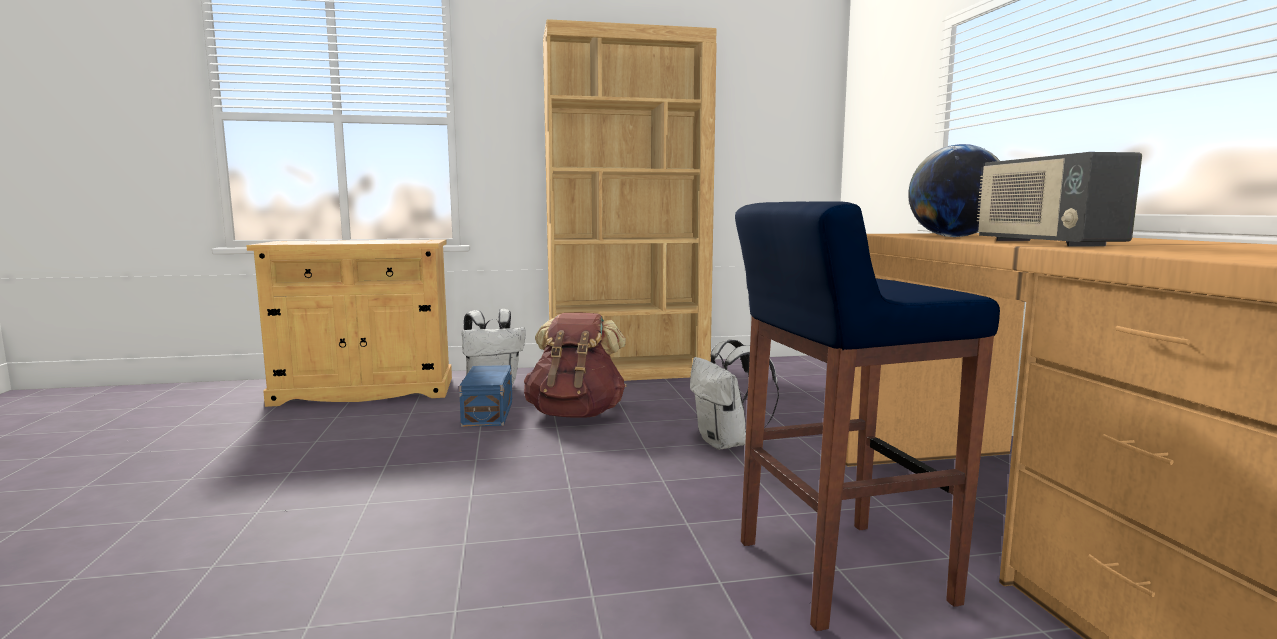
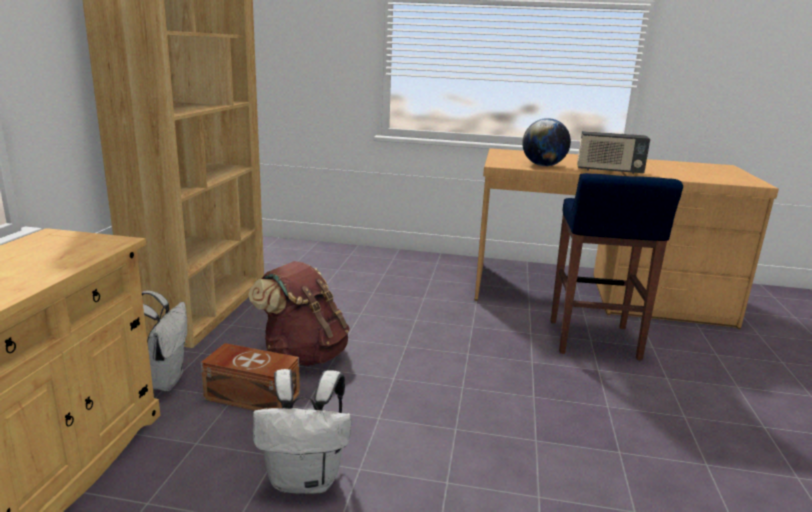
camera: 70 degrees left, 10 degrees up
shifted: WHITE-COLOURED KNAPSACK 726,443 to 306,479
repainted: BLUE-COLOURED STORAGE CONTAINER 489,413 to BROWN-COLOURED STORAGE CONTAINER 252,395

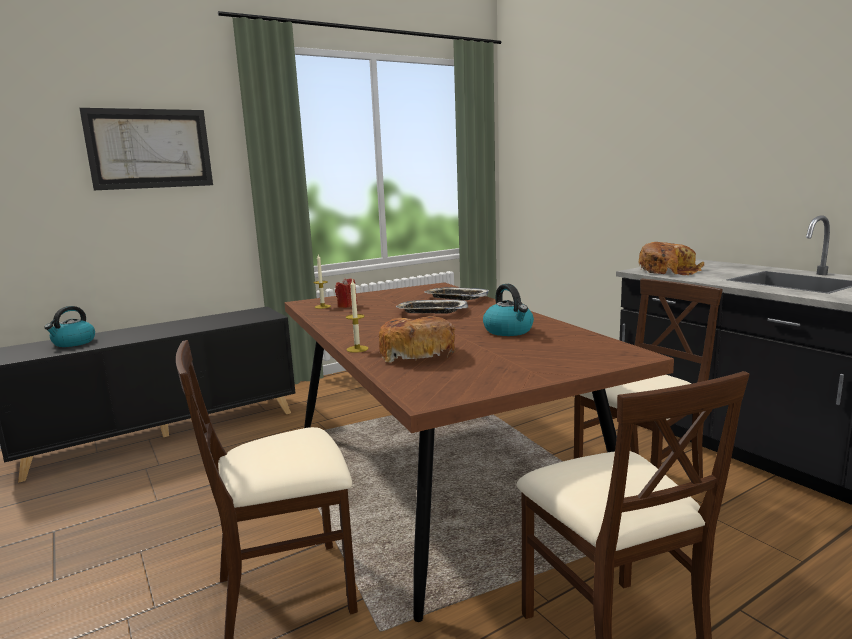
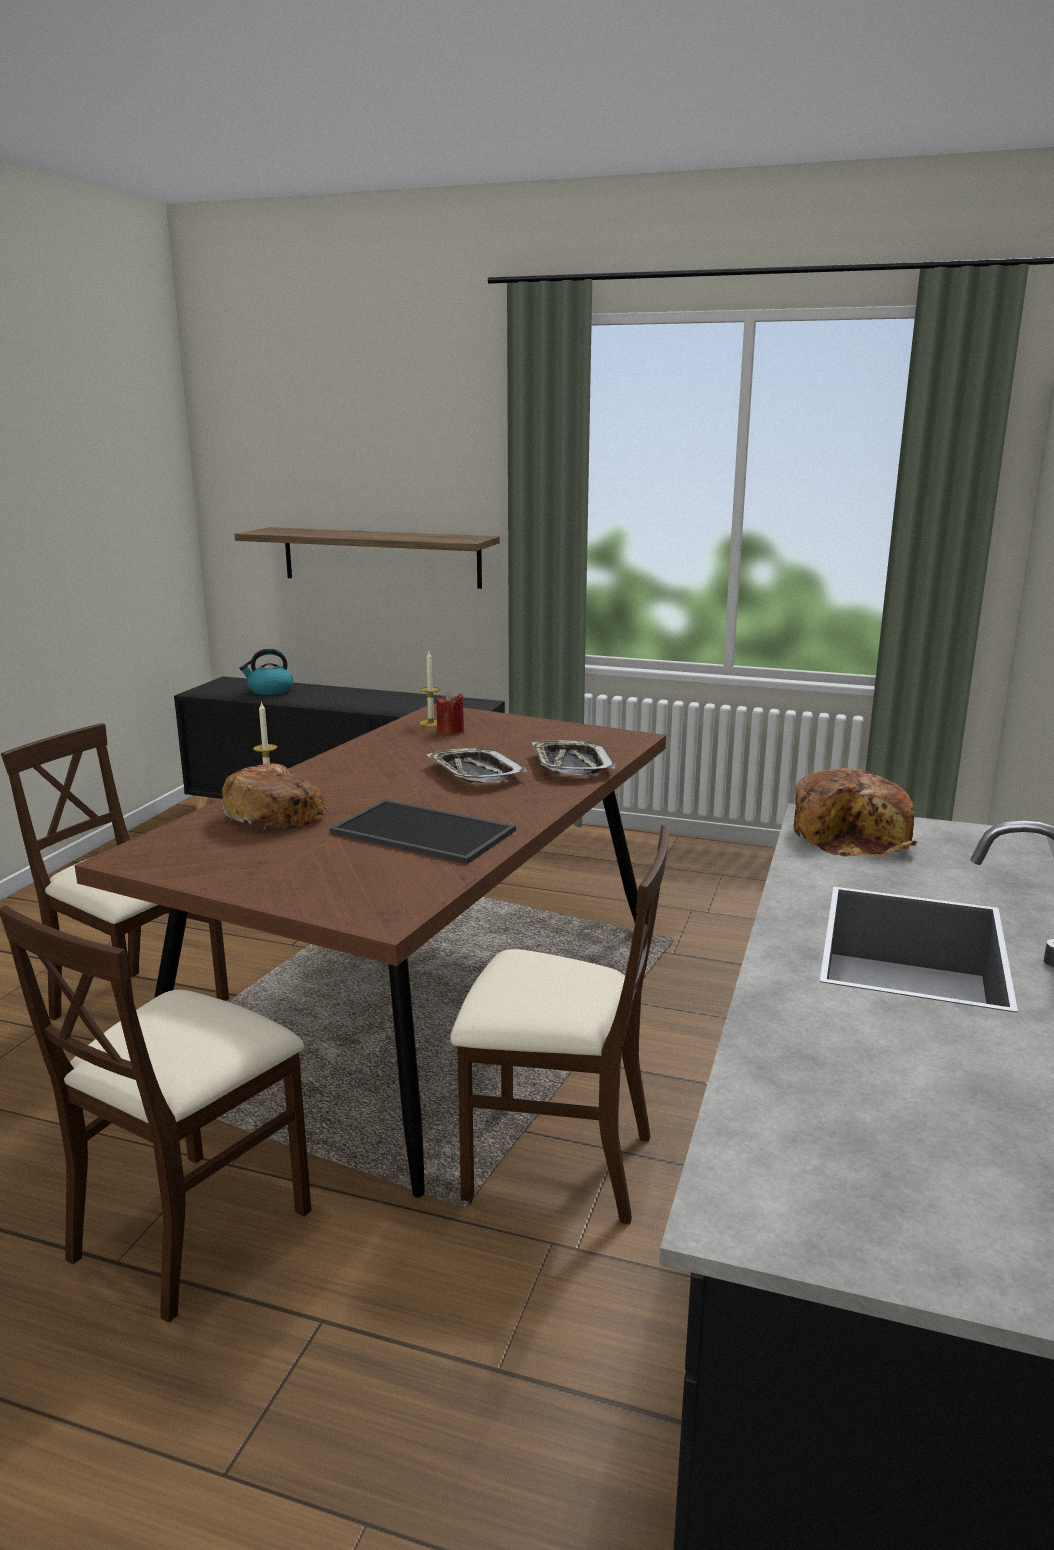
camera: 50 degrees right, 5 degrees up
gone: WALL PICTURE 150,149
new: BRACKET SHELF 381,557
swapped: KETTLE 509,331 to TRAY 426,831

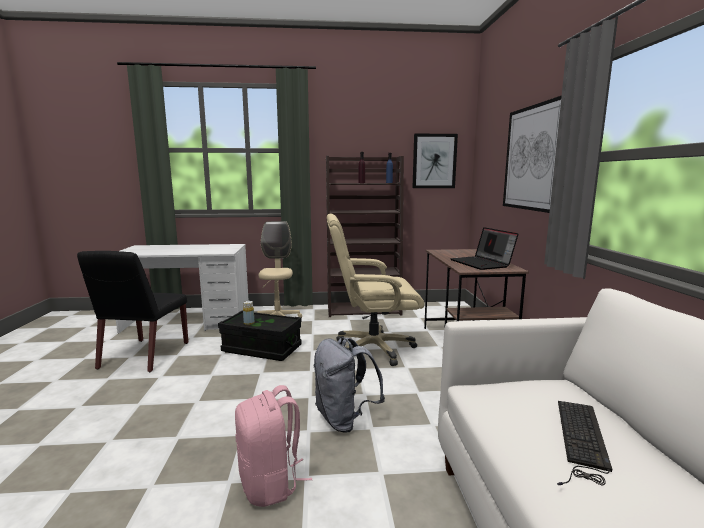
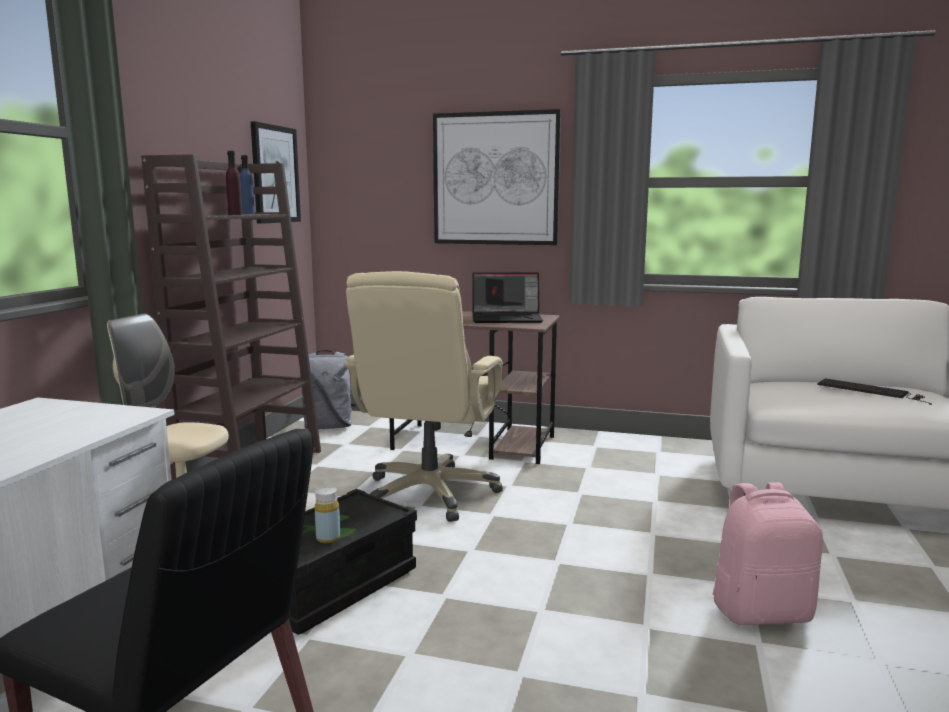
camera: 70 degrees left, 0 degrees up
shifted: GREYISH KNAPSACK 344,419 to 328,427

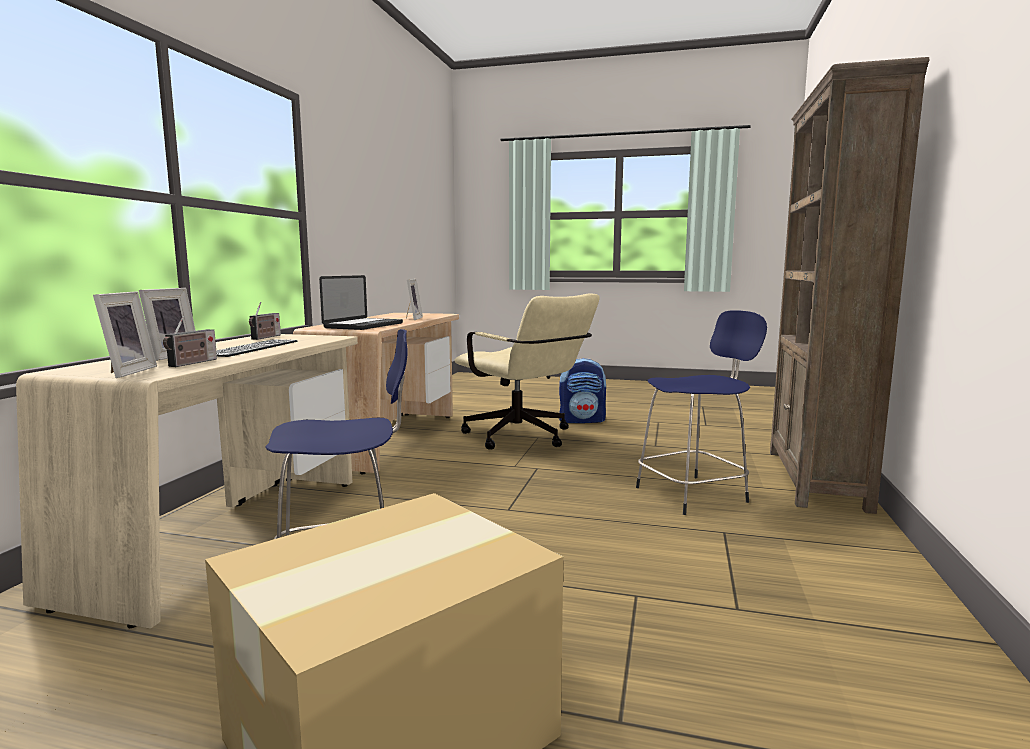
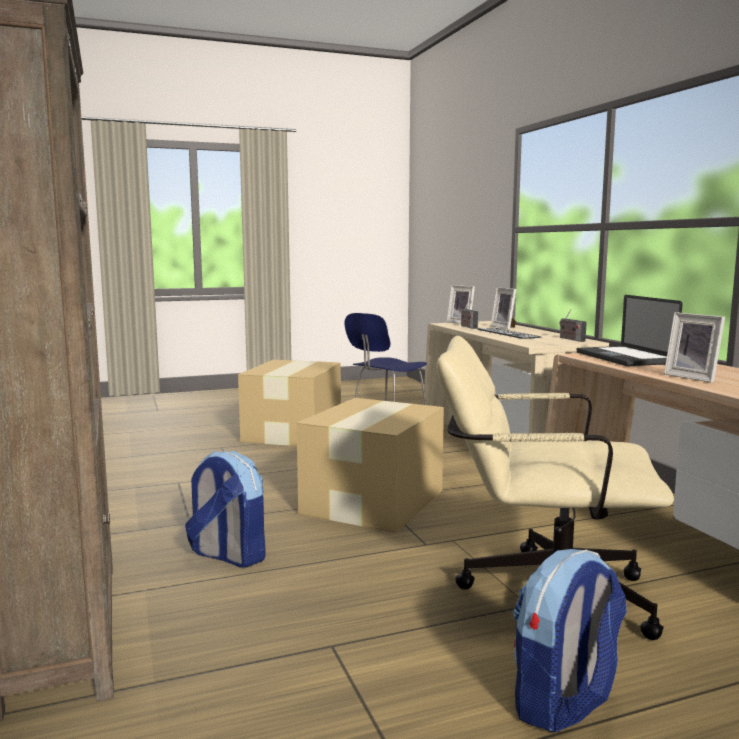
camera: 145 degrees right, 0 degrees up
new: PACKING BOX 375,501
swapped: BLUE-COLOURED SITTING STOOL 694,494 to KNAPSACK 228,556

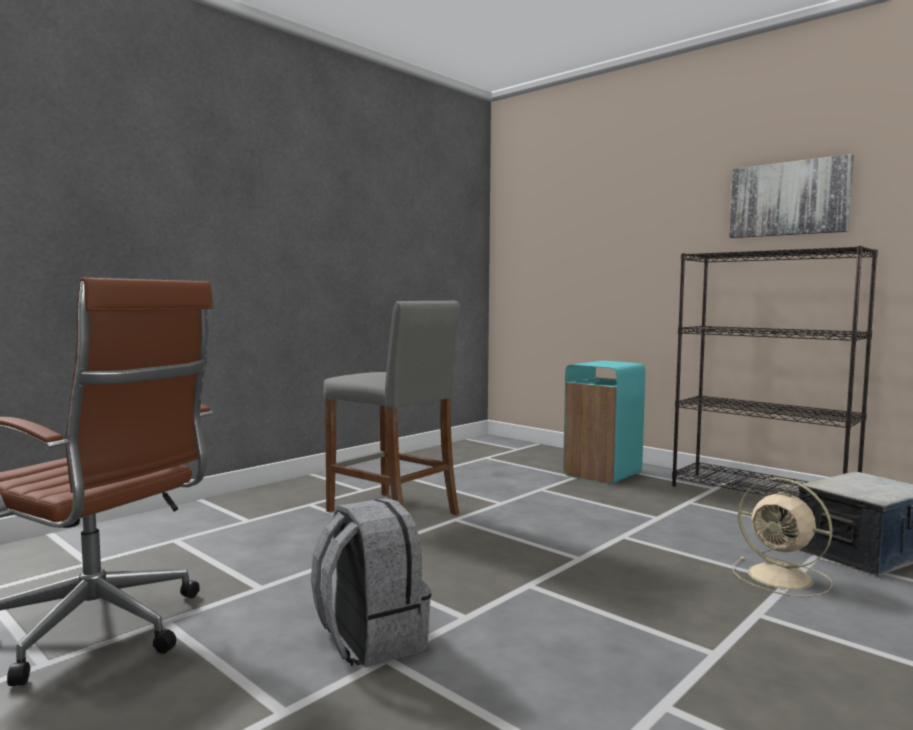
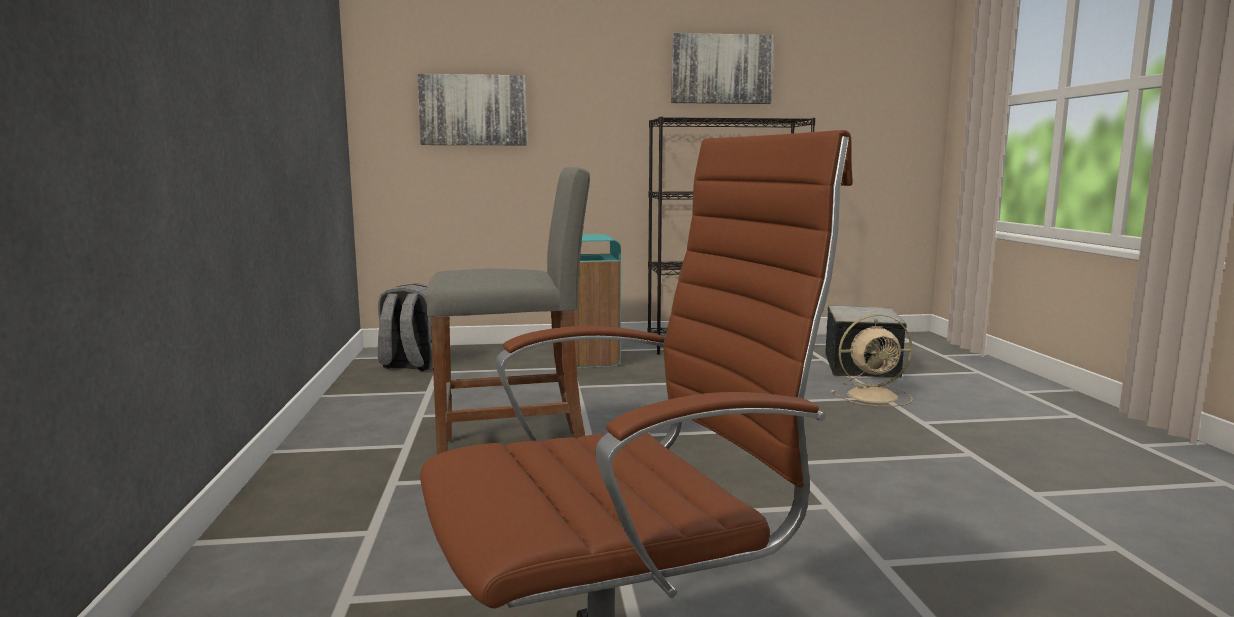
camera: 50 degrees left, 5 degrees up
new: WALL PICTURE 473,110
shifted: GREYISH KNAPSACK 369,640 to 412,365

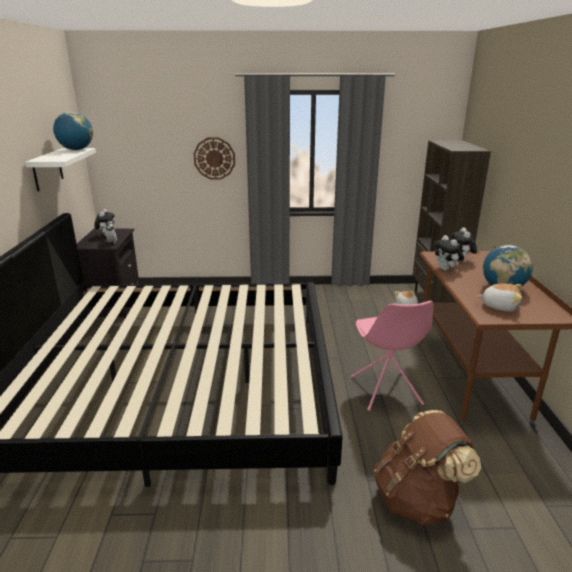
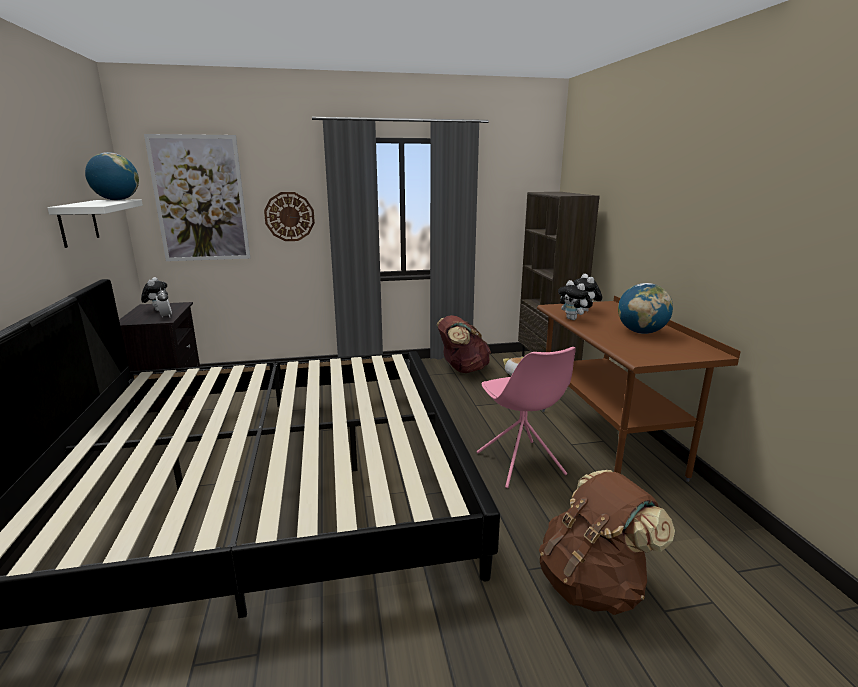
camera: 10 degrees left, 5 degrees down
gone: CUDDLY TOY 499,306
new: WALL PICTURE 200,199; BROWN-COLOURED KNAPSACK 462,369

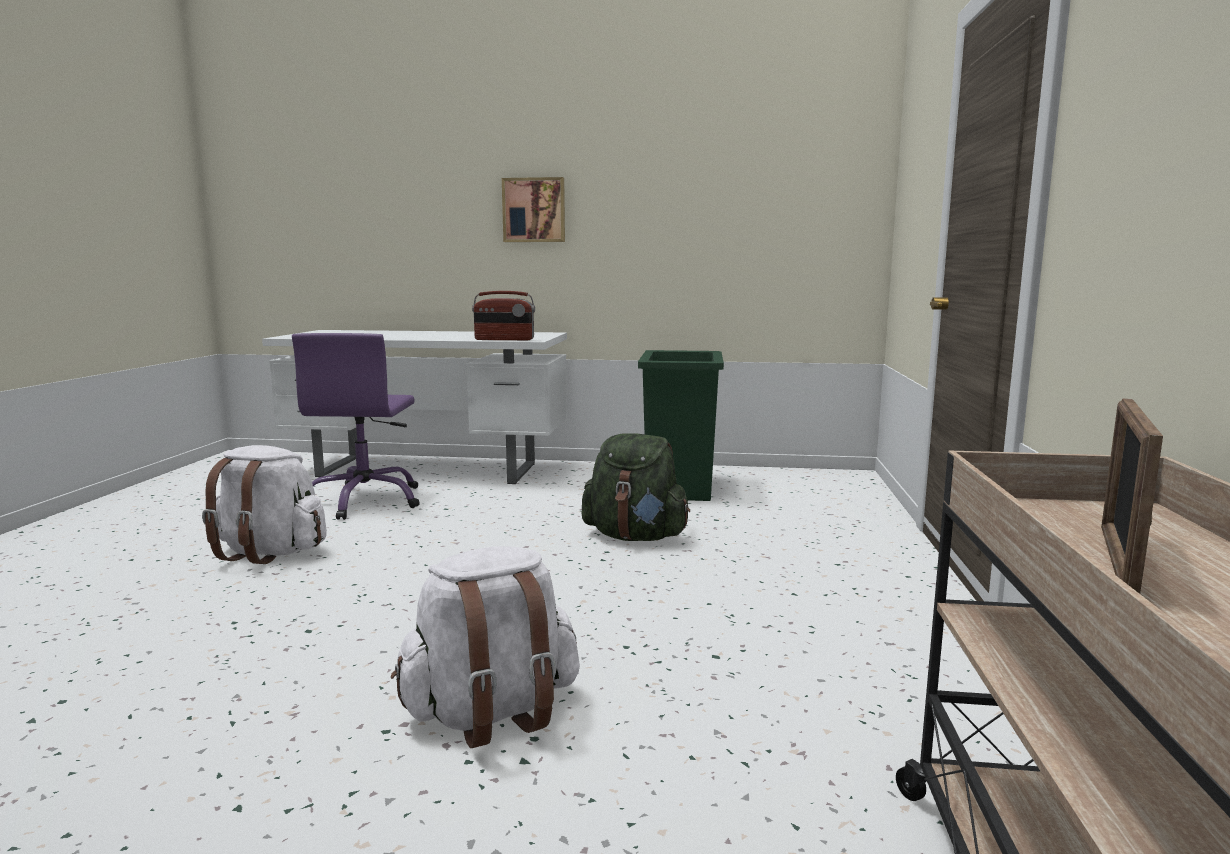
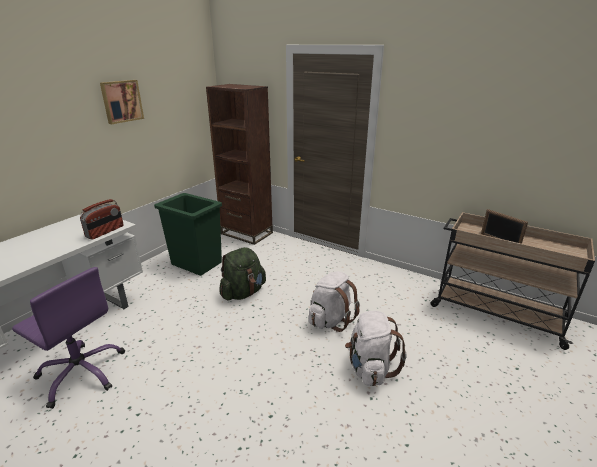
camera: 65 degrees left, 15 degrees up
new: BROWN-COLOURED BOOKCASE 246,233
shifted: WHITE-COLOURED KNAPSACK 269,553 to 331,320; WALL PICTURE 534,210 to 121,101

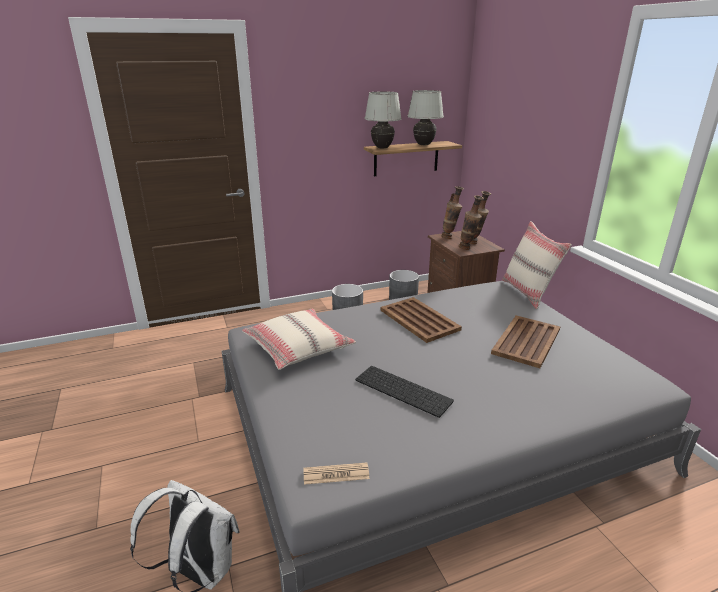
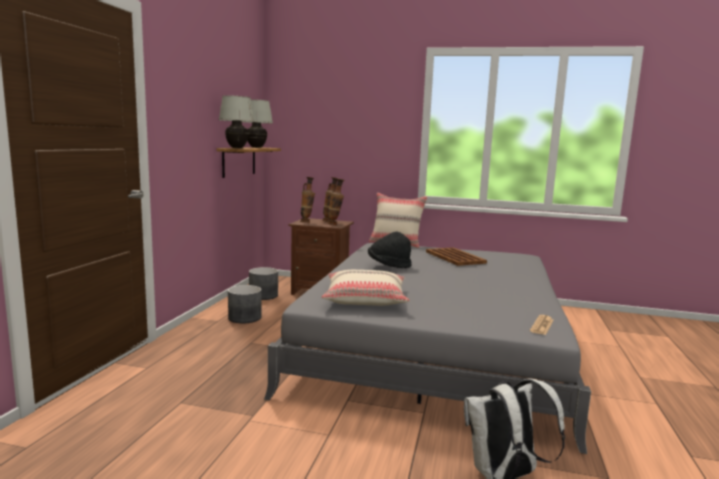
camera: 55 degrees left, 15 degrees down
gone: KEYBOARD 404,390
swapped: BROWN-COLOURED TRAY 419,320 to BLACK-COLOURED WEARABLE HAT 388,265

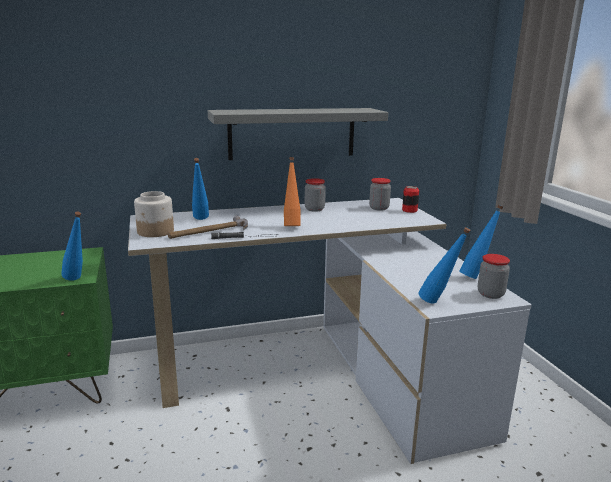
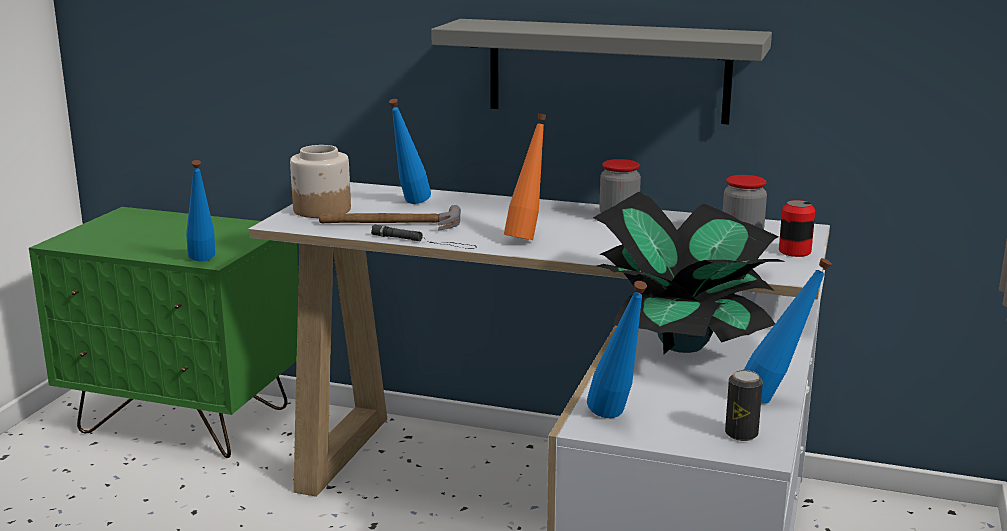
camera: 35 degrees right, 0 degrees up
new: POTTED PLANT 684,344
swapped: JAR 490,294 to CAN 741,434

